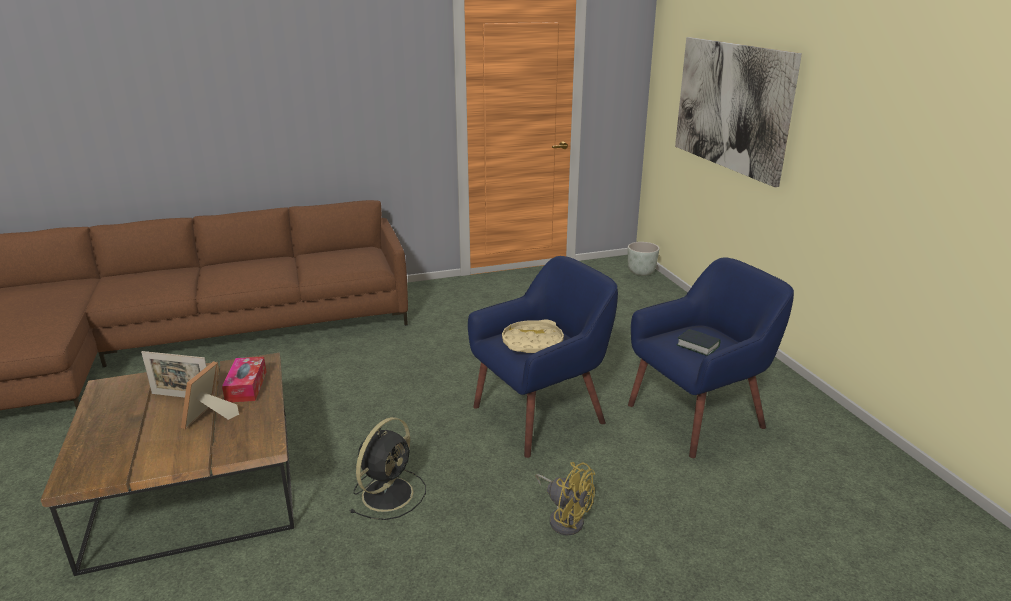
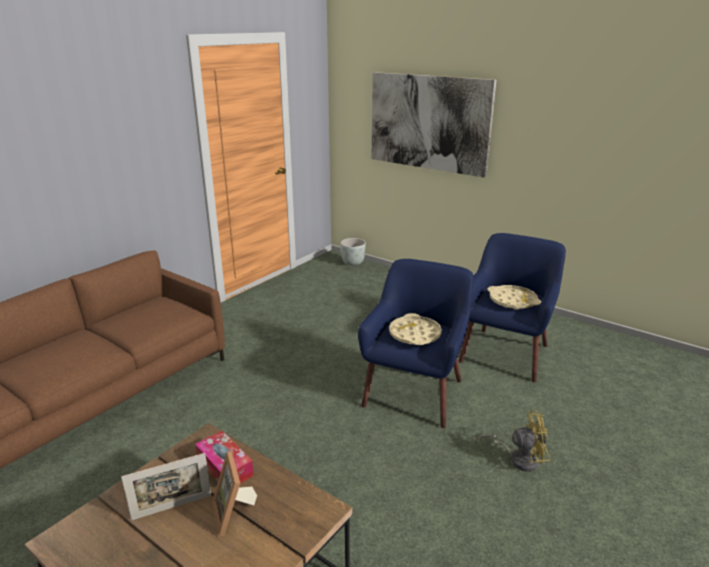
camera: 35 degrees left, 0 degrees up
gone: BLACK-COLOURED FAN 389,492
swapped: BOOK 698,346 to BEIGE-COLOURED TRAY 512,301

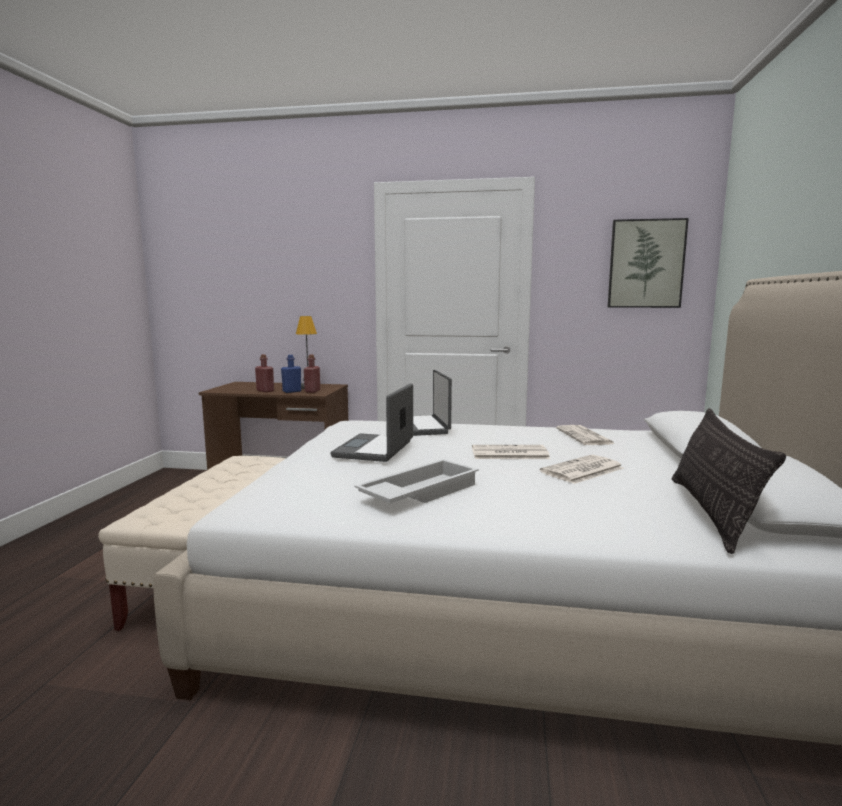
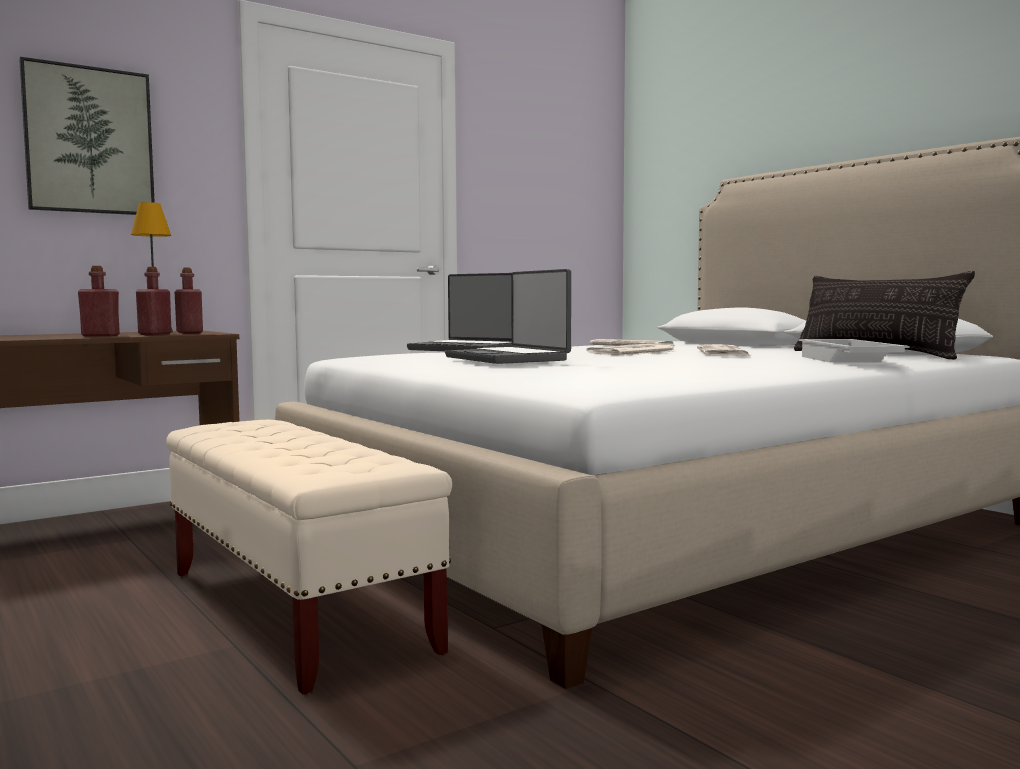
camera: 45 degrees left, 5 degrees down
shifted: WHITE-COLOURED TRAY 419,492 to 846,361; WALL PICTURE 646,264 to 89,141
repainted: BLUE-COLOURED BEVERAGE BOTTLE 292,391 to RED BEVERAGE BOTTLE 155,334

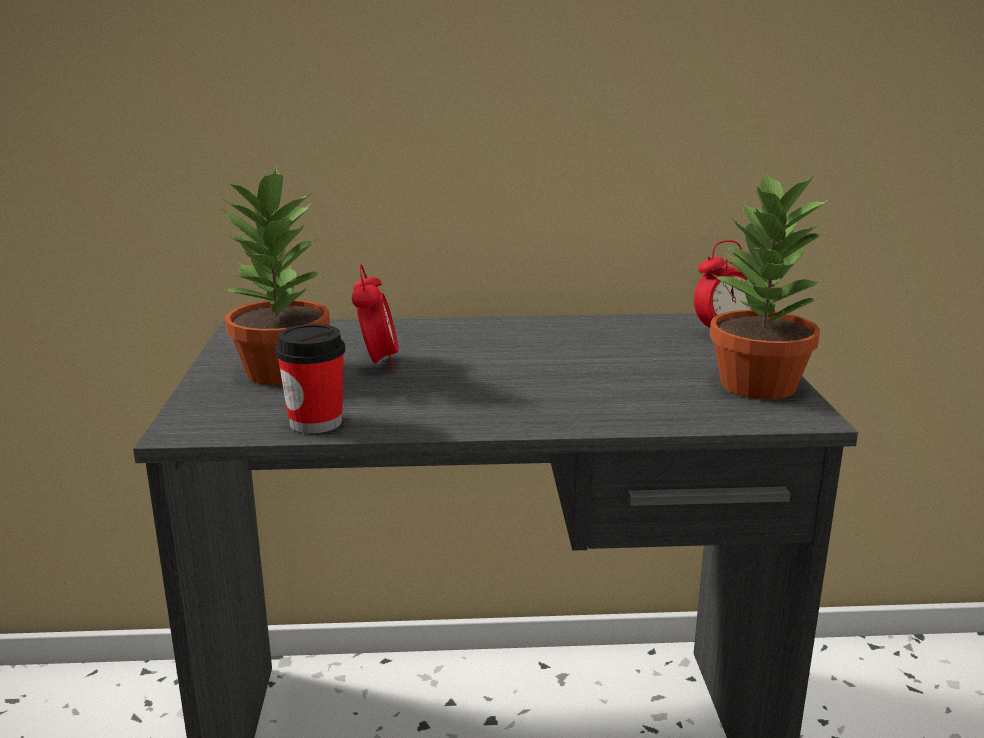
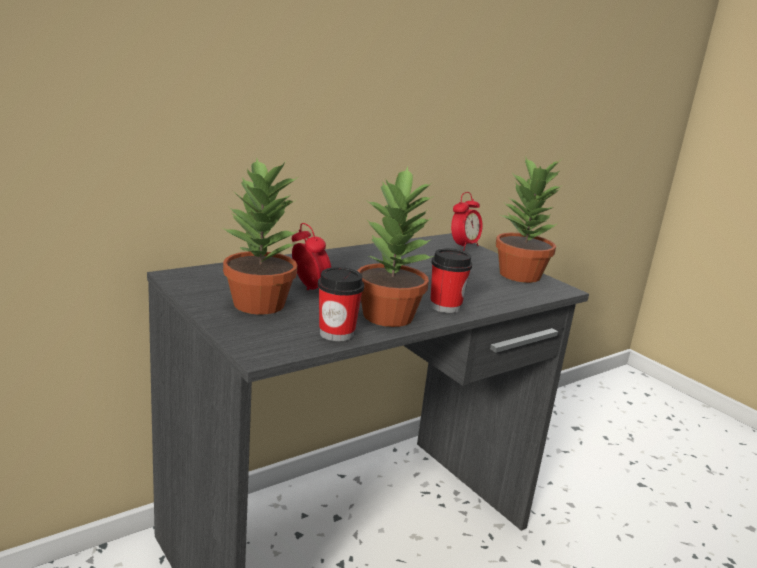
camera: 35 degrees left, 0 degrees up
new: POTTED PLANT 389,316; CUP 445,306

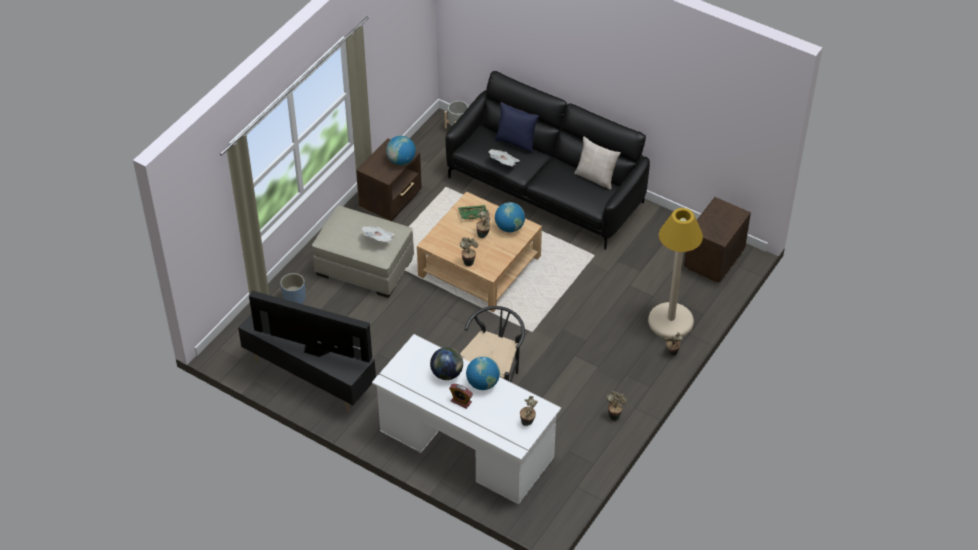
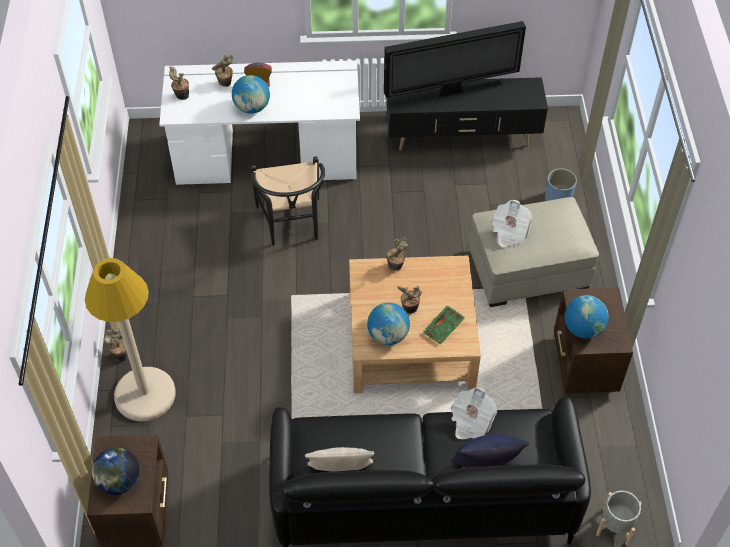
camera: 145 degrees right, 5 degrees up
shifted: GLOBE 447,374 to 119,482; POTTED PLANT 614,415 to 225,84

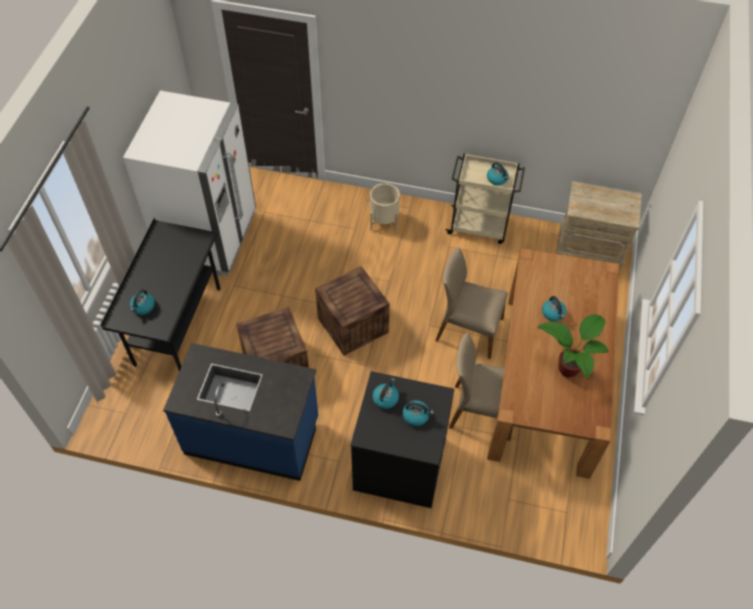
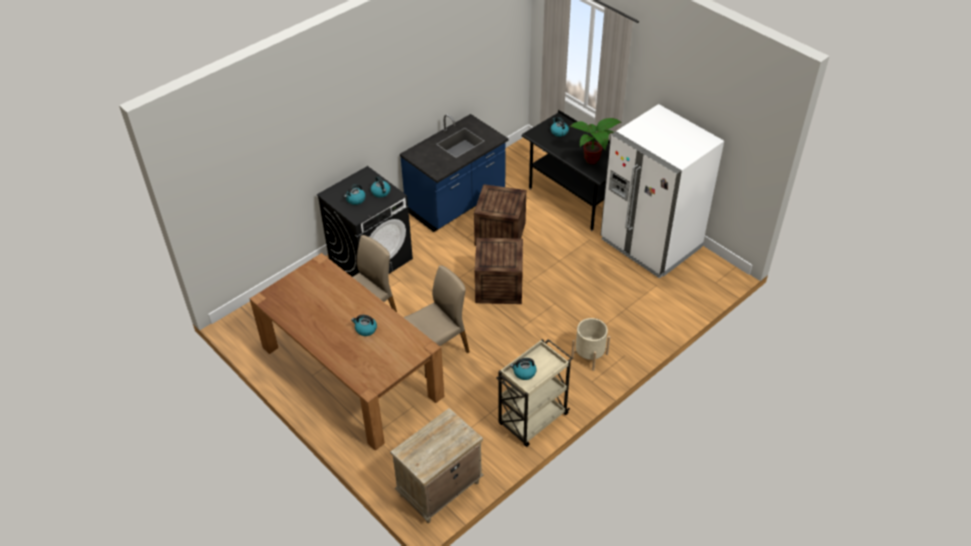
camera: 125 degrees right, 10 degrees down
shifted: POTTED PLANT 568,368 to 593,161

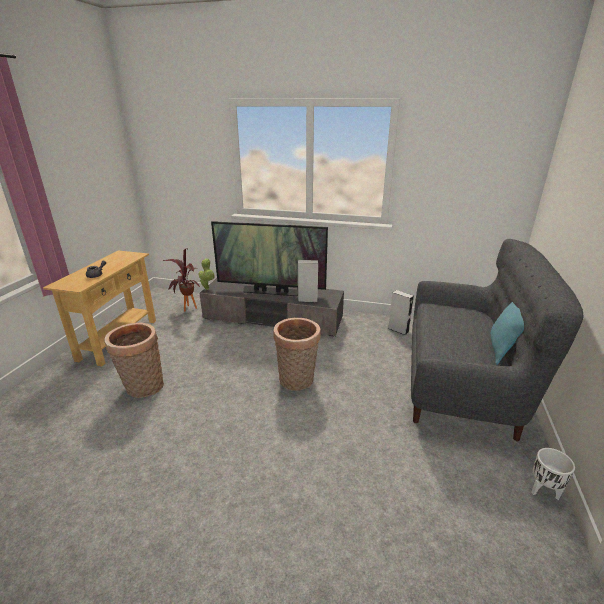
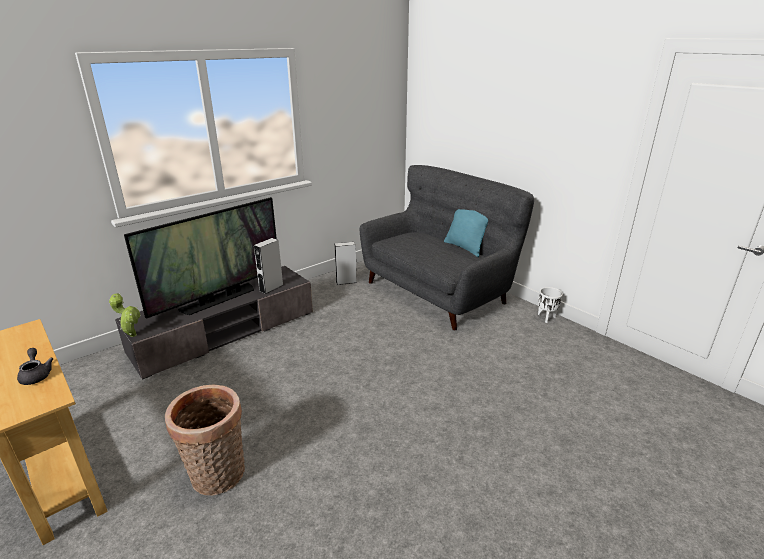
camera: 55 degrees left, 0 degrees up
gone: POTTED PLANT 187,310; BASKET 297,381

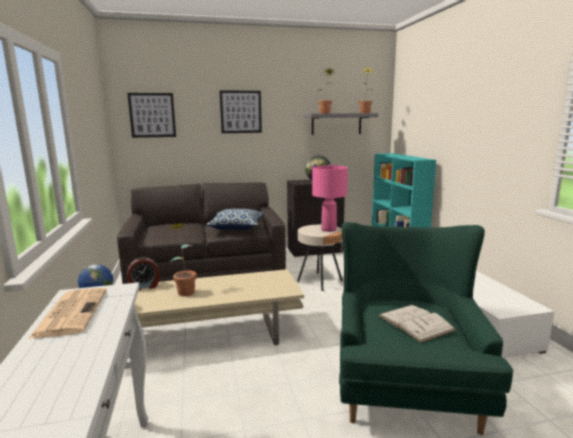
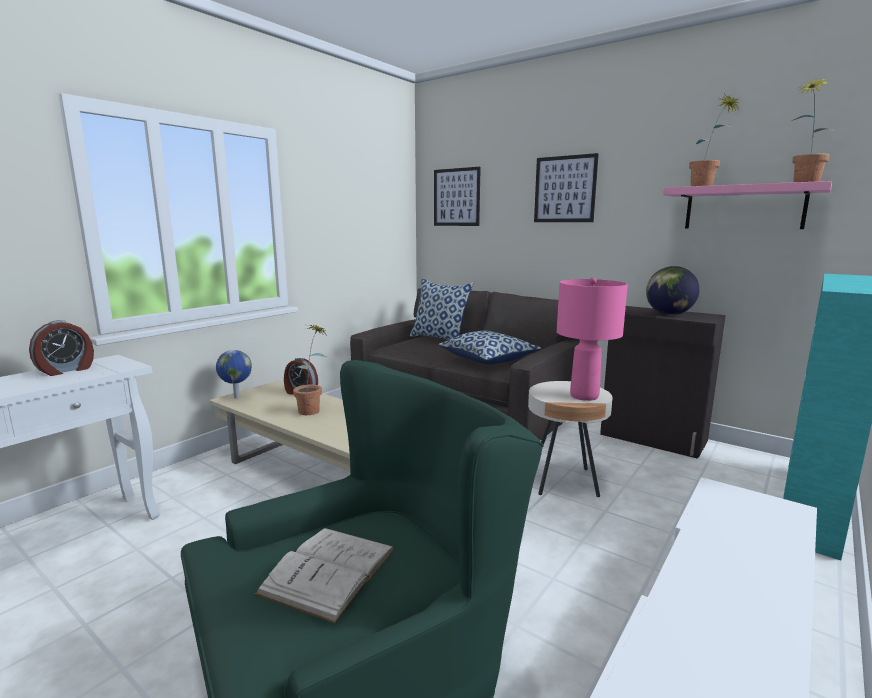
camera: 50 degrees right, 0 degrees up
new: PILLOW 440,339
swapped: PRINTED PAPER 71,312 to BEDSIDE CLOCK 66,370
repainted: GREYISH BRACKET SHELF 336,124 to PINKISH BRACKET SHELF 744,208

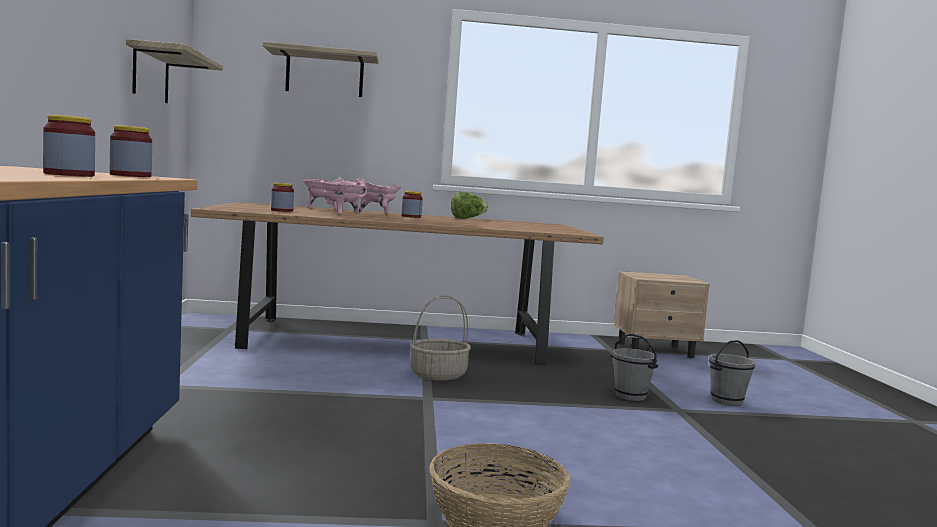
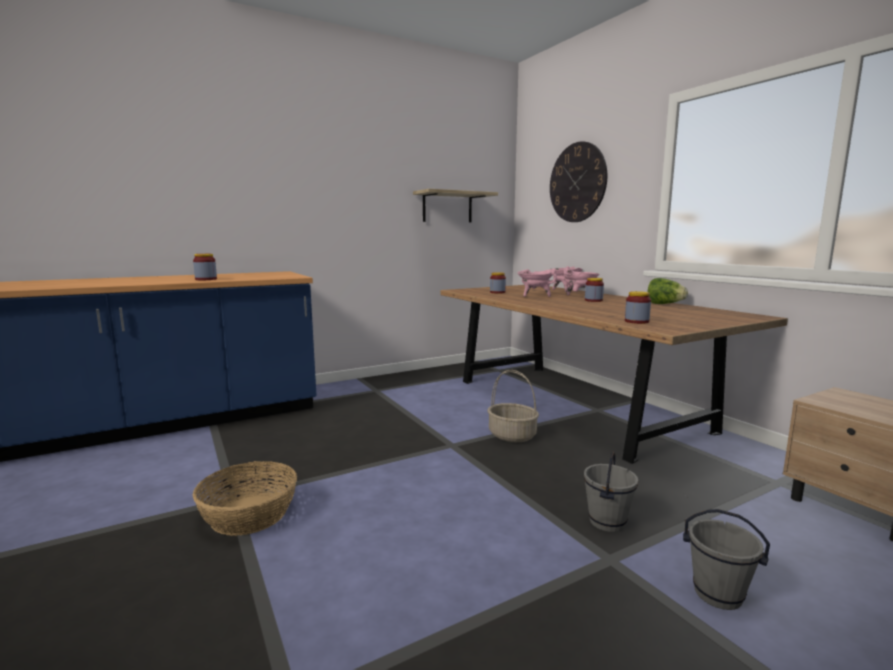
camera: 65 degrees right, 5 degrees up
shifted: JAR 130,176 to 636,321
swapped: BRACKET SHELF 324,74 to WALL CLOCK 577,182

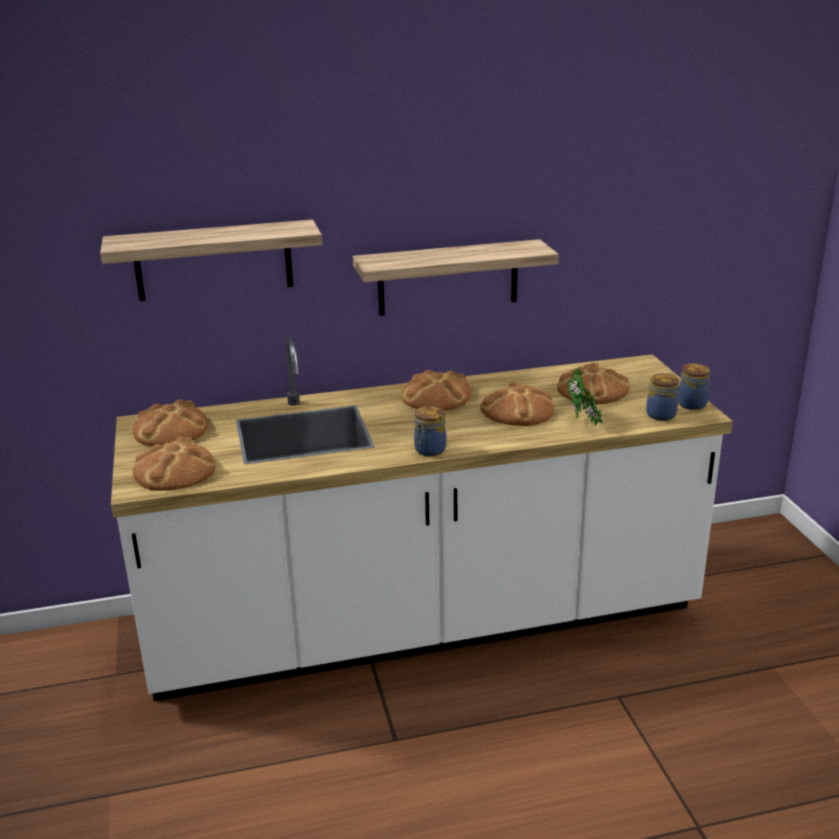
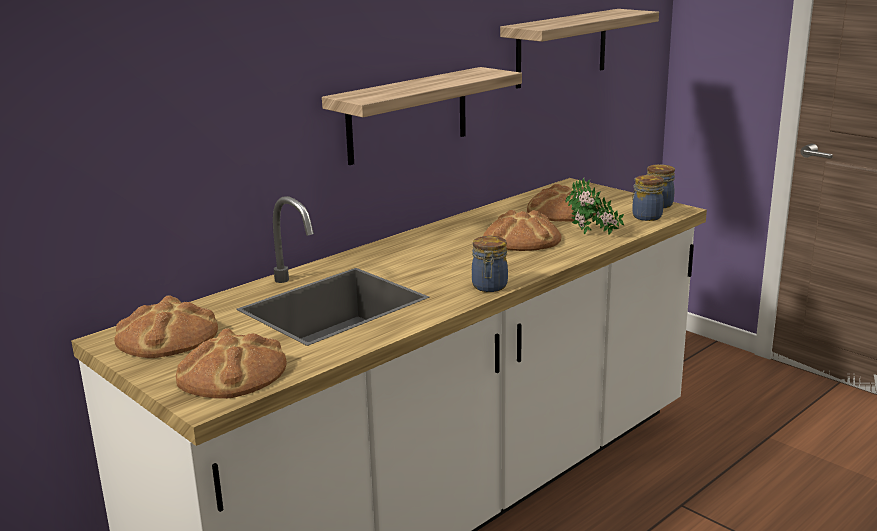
camera: 30 degrees left, 5 degrees down
gone: BAKERY BREAD 436,397
shifted: BRACKET SHELF 213,260 to 561,48

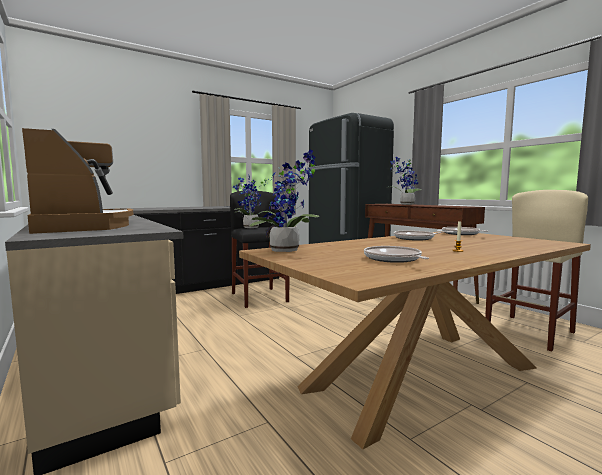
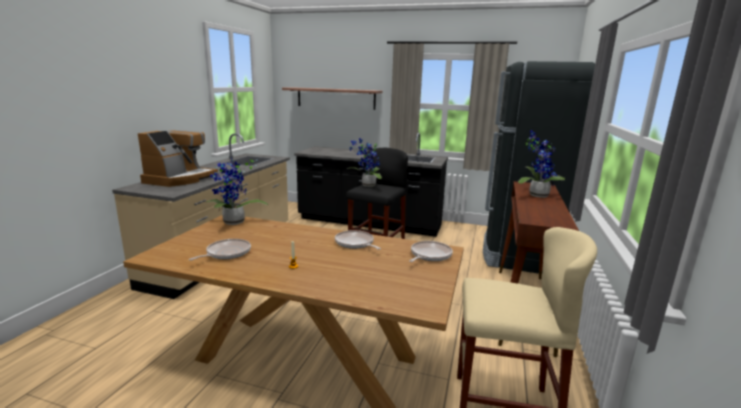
camera: 50 degrees right, 10 degrees up
new: BRACKET SHELF 335,98

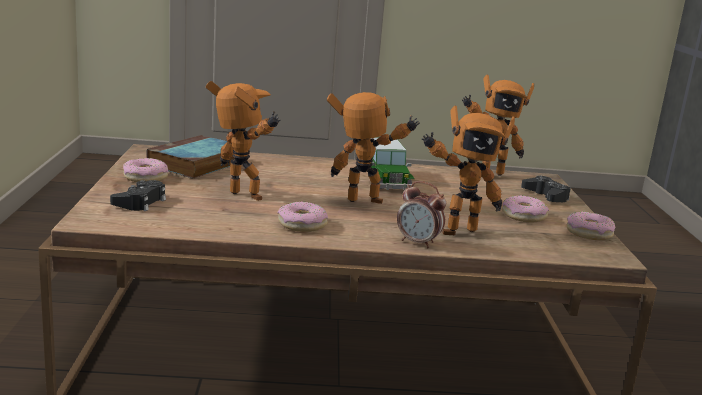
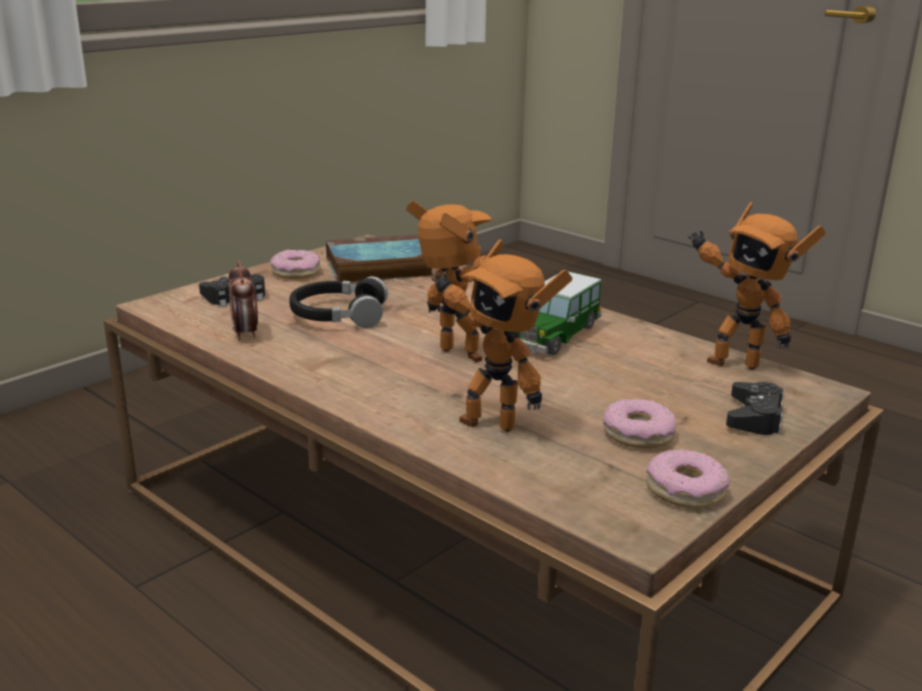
camera: 45 degrees right, 5 degrees up
gone: DONUT 302,224
shifted: BEDSIDE CLOCK 418,243 to 245,333
swapped: MODEL ROBOT 242,197 to BLACK-COLOURED HEADSET 338,315

